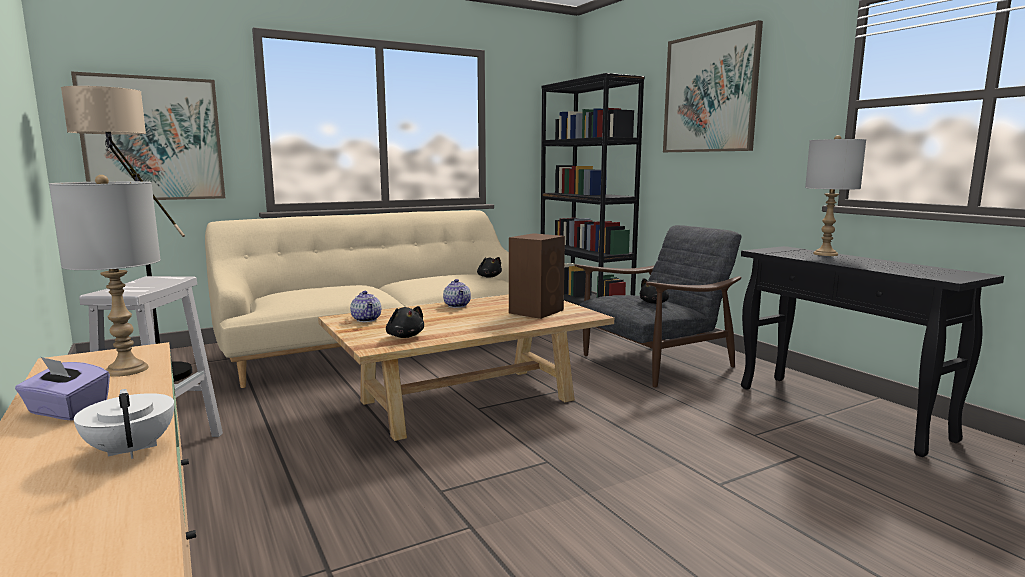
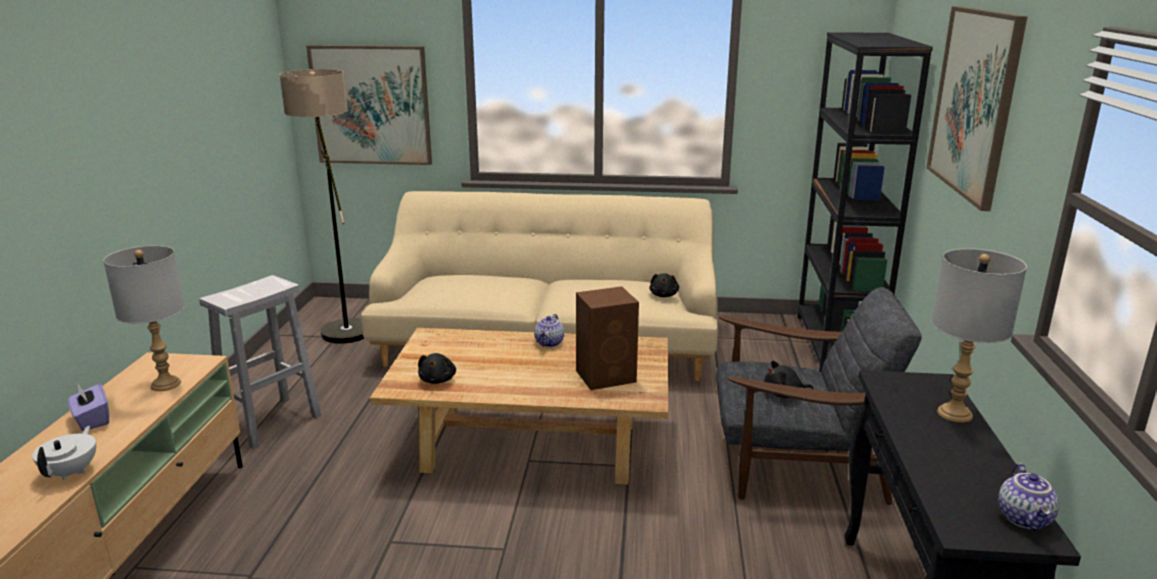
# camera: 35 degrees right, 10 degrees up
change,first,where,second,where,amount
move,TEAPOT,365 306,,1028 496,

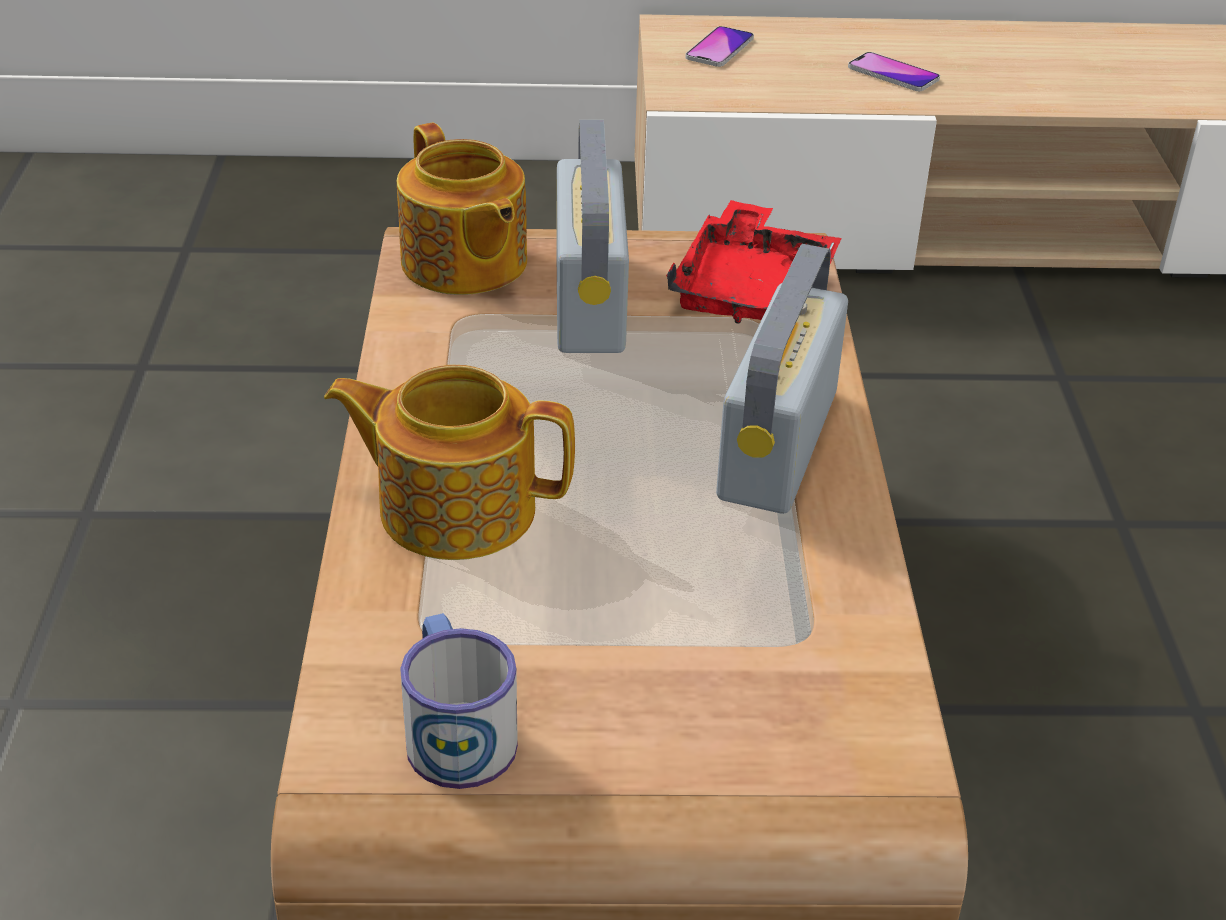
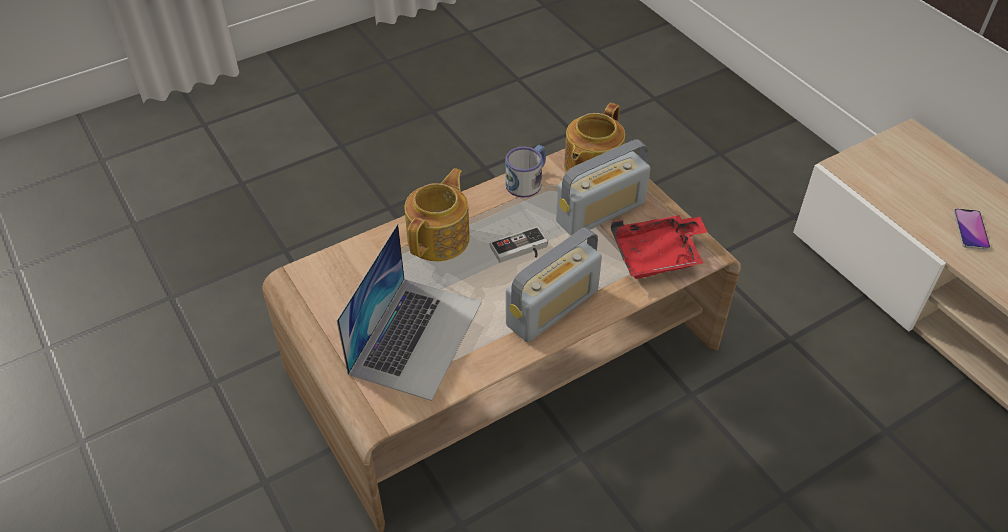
# camera: 60 degrees right, 10 degrees up
change,first,where,second,where,amount
delete,PHONE,719 46,,,
insert,,,LAPTOP,409 312,
insert,,,GAME CONTROLLER,519 244,
move,MUG,459 701,,526 171,
rotate,TEAPOT,449 462,,437 214,45 degrees clockwise
rotate,RADIO,782 379,,554 285,150 degrees clockwise

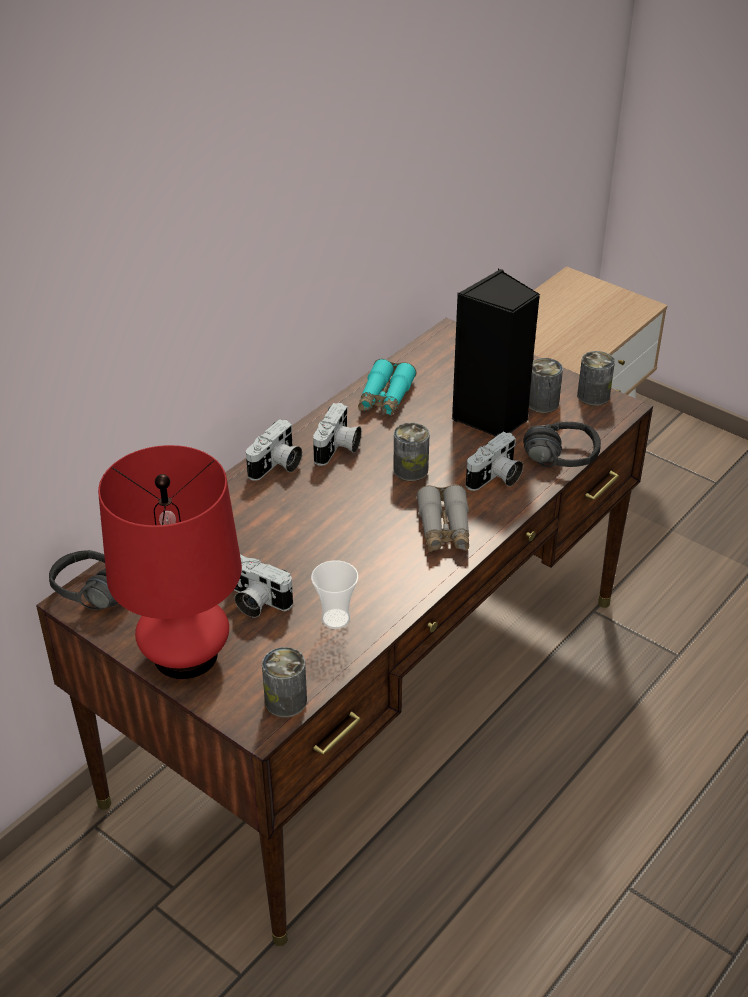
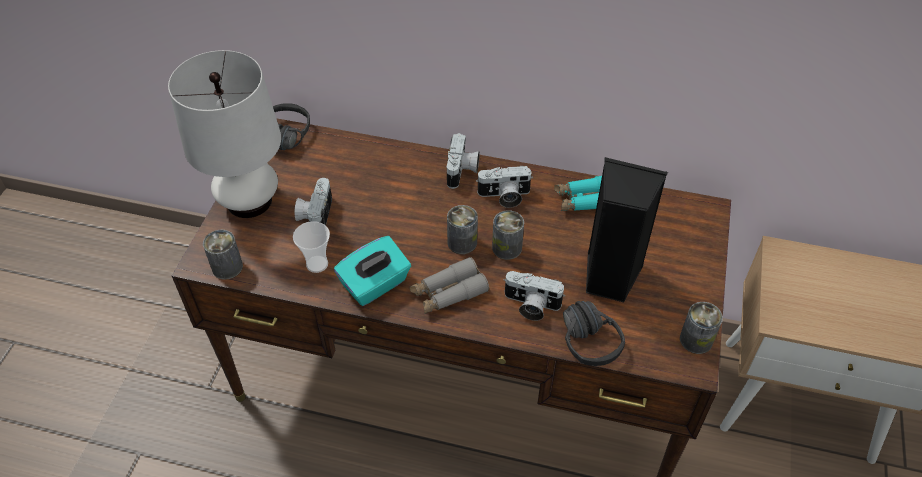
# camera: 65 degrees right, 10 degrees up
change,first,where,second,where,amount
insert,,,TURQUOISE TISSUE BOX,372 271,
move,CAN,546 385,,462 229,
recolor,RED TABLE LAMP,170 562,WHITE TABLE LAMP,224 134,
rotate,PHOTO CAMERA,274 450,,463 161,90 degrees counterclockwise

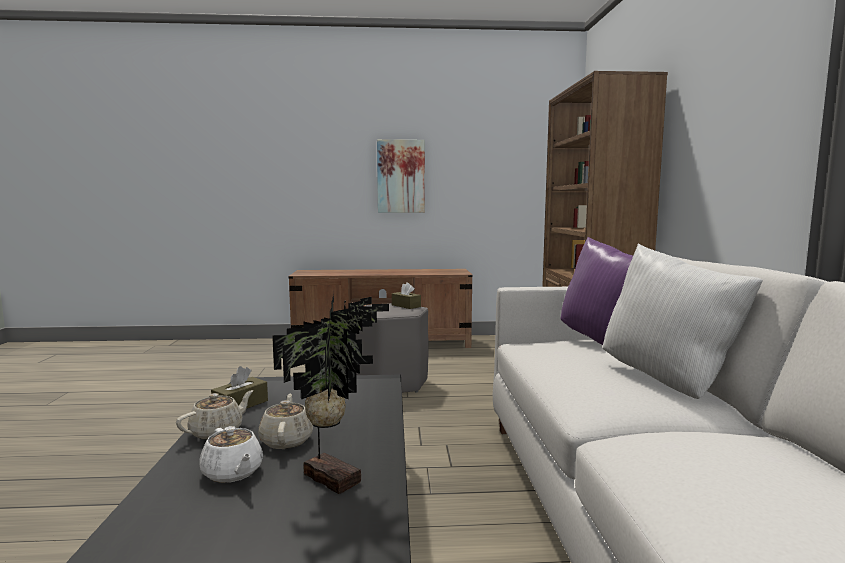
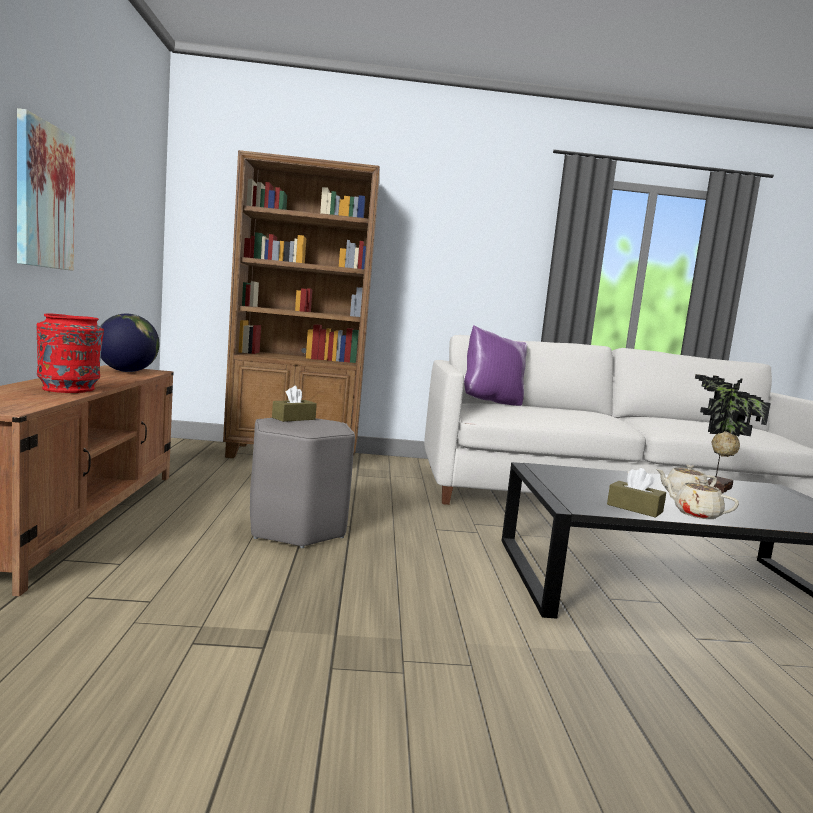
# camera: 90 degrees left, 0 degrees up
change,first,where,second,where,amount
delete,WHITE TEAPOT,231 454,,,
delete,WHITE PILLOW,683 321,,,
insert,,,RED VASE,70 353,
insert,,,GLOBE,130 342,

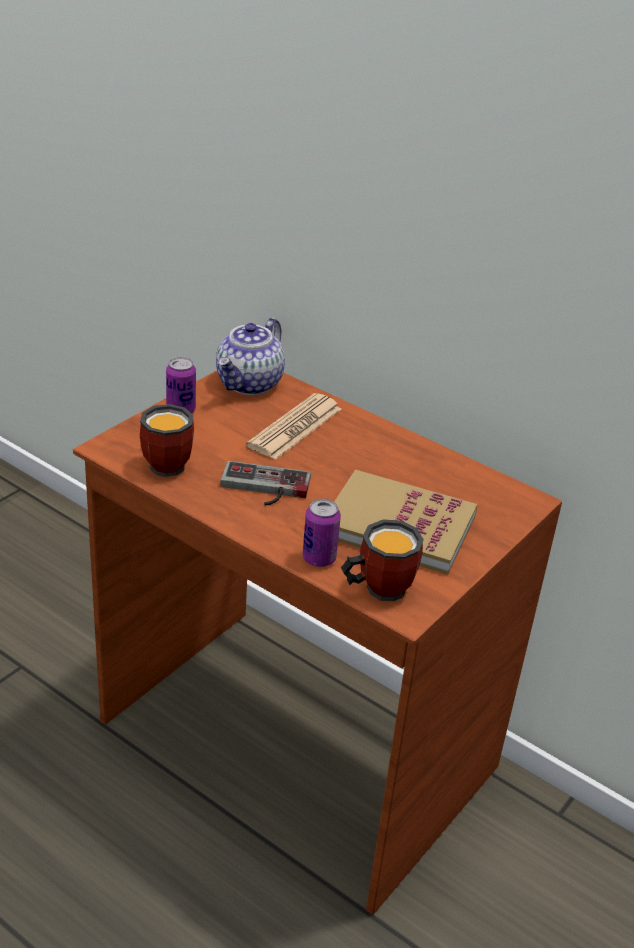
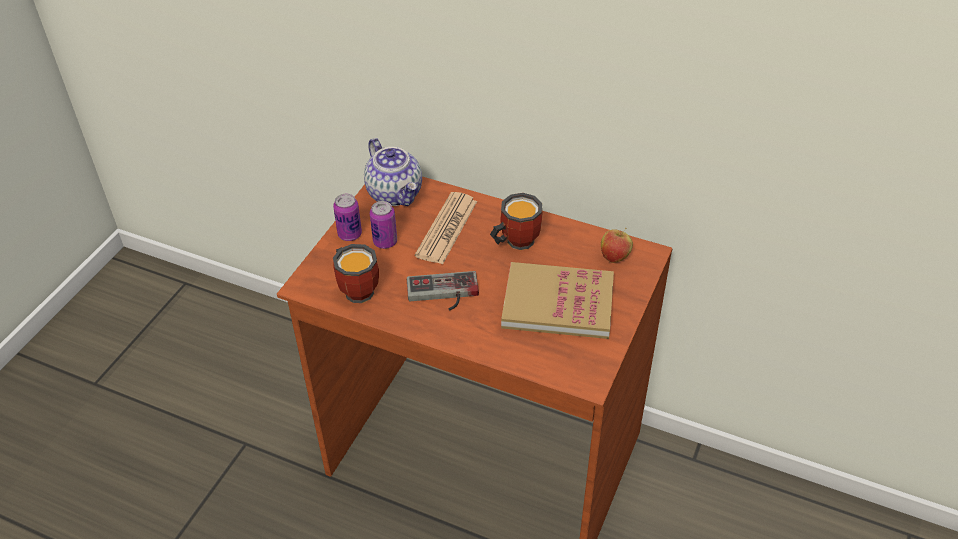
# camera: 10 degrees left, 10 degrees up
change,first,where,second,where,amount
insert,,,APPLE,617 245,
move,CAN,321 533,,383 225,
move,MUG,382 561,,516 221,
rotate,TEAPOT,250 356,,393 172,45 degrees counterclockwise

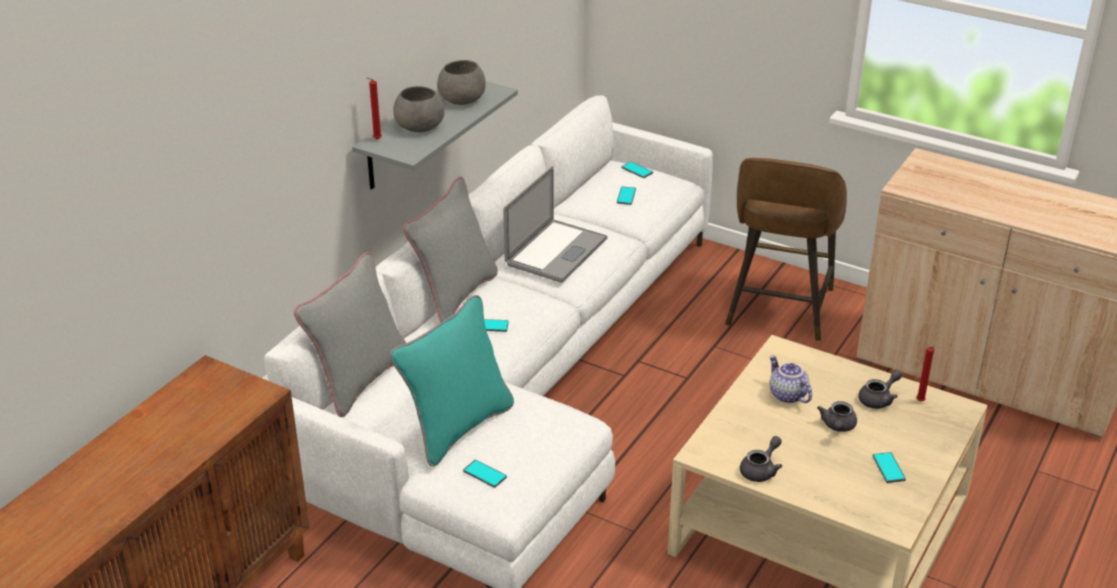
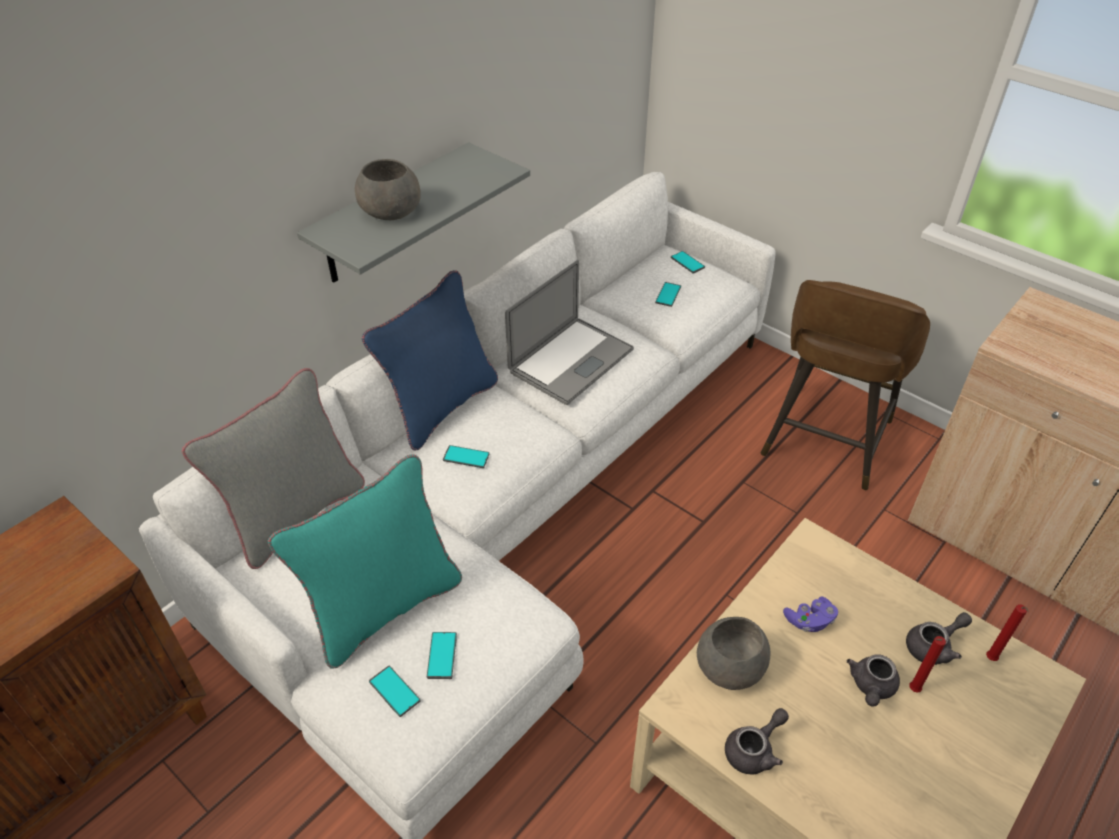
# camera: 10 degrees right, 10 degrees up
change,first,where,second,where,amount
move,RED CANDLE,374 108,,927 664,
move,GREY BOWL,461 82,,734 653,
move,PHONE,889 467,,442 655,
replace,TEAPOT,790 379,PURPLE GAME CONTROLLER,810 614,
recolor,GREY PILLOW,450 249,BLUE PILLOW,430 360,

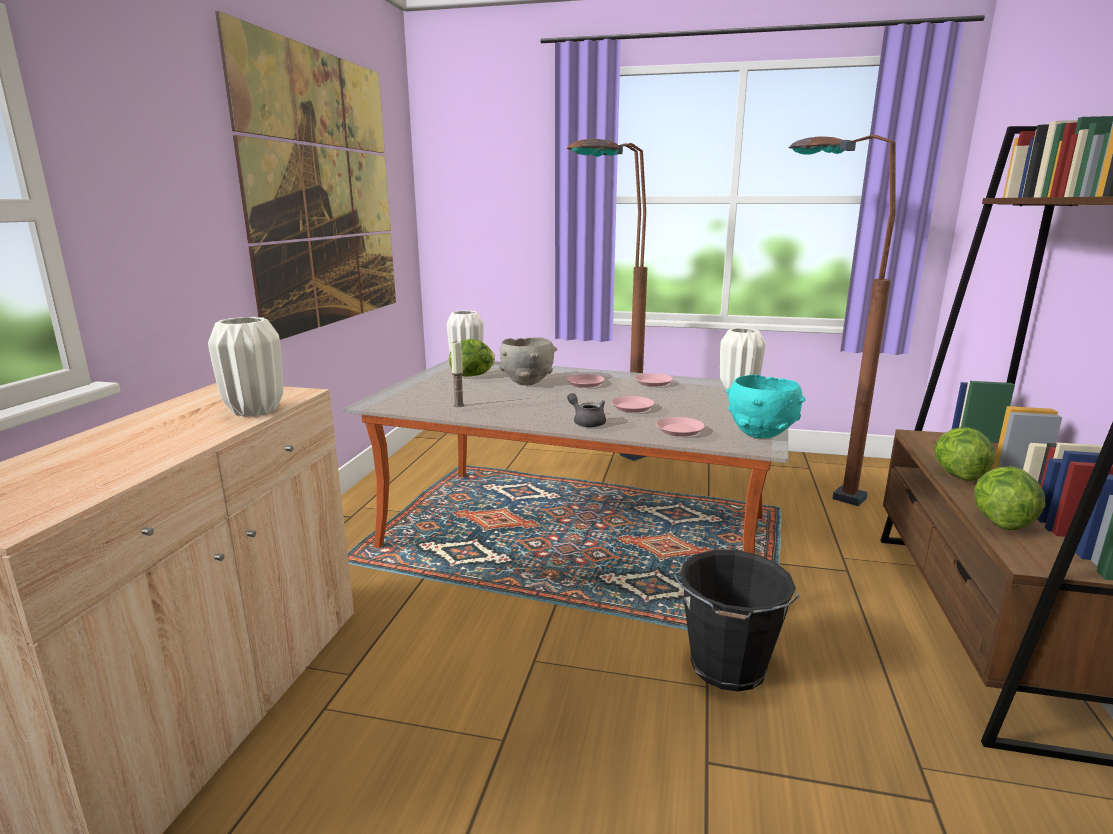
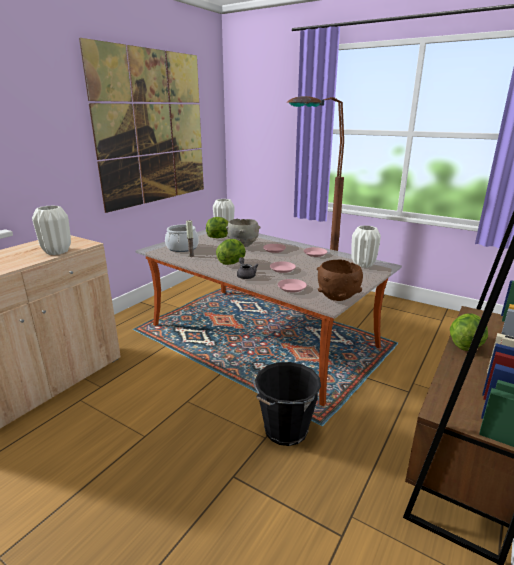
# camera: 20 degrees right, 5 degrees up
change,first,where,second,where,amount
delete,BROWN FLOOR LAMP,842 320,,,
insert,,,COOKING POT,182 237,
move,LETTUCE,1009 498,,231 252,
recolor,TURQUOISE BOWL,765 406,BROWN BOWL,340 280,

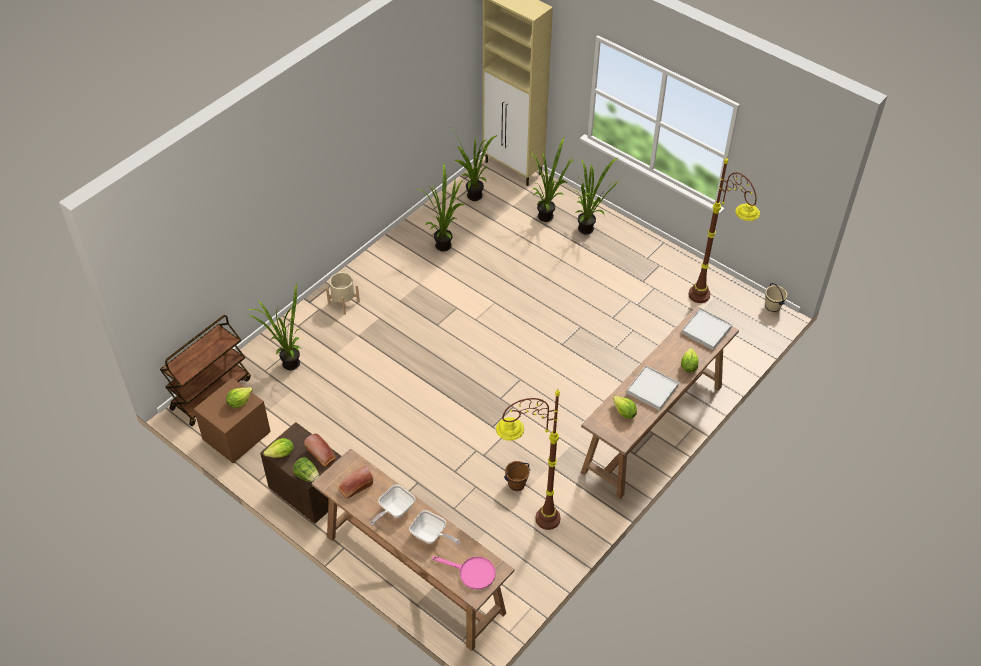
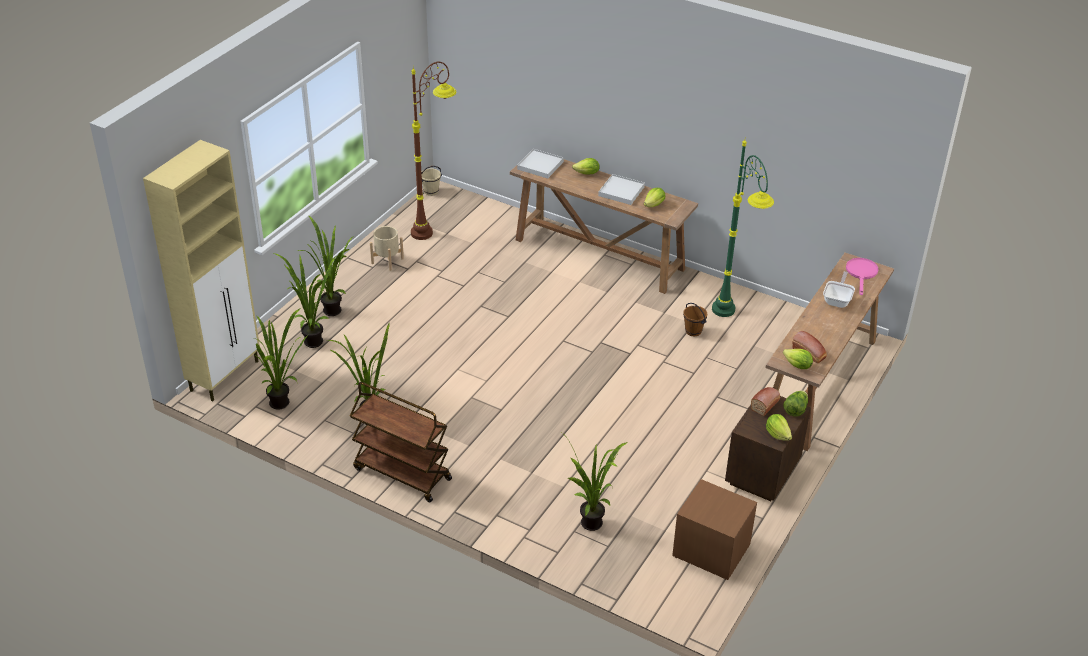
# camera: 100 degrees left, 10 degrees down
change,first,where,second,where,amount
delete,FRYING PAN,392 505,,,
move,BROWN CART,205 370,,401 442,
move,LETTUCE,239 397,,798 359,
move,BEIGE PLANTER,343 293,,387 248,
recolor,BROWN FLOOR LAMP,528 460,GREEN FLOOR LAMP,743 227,

